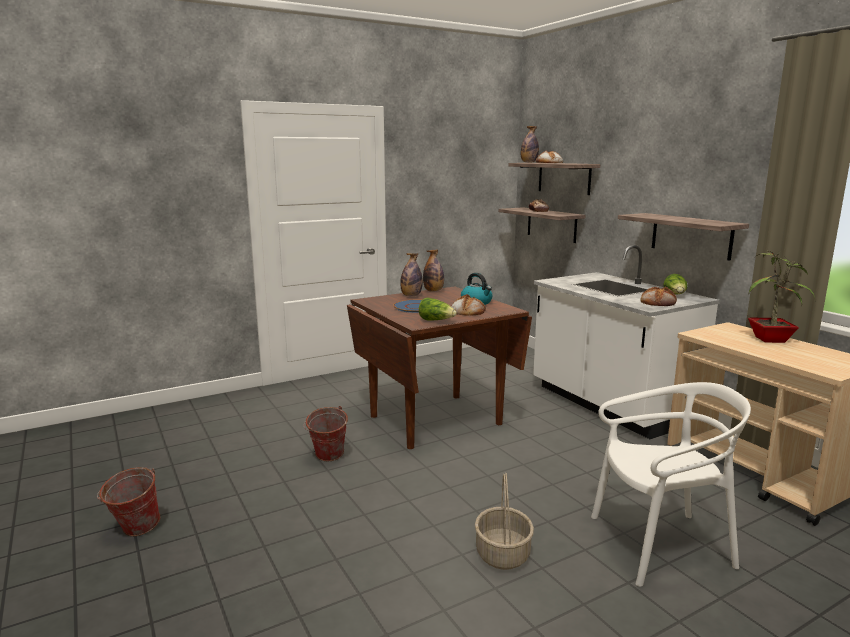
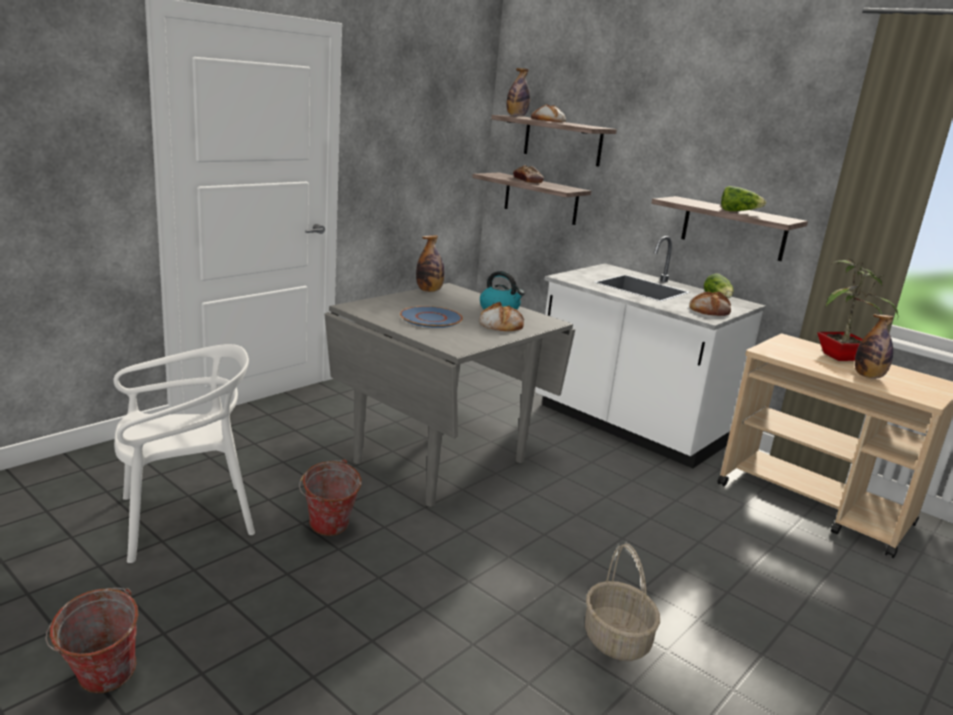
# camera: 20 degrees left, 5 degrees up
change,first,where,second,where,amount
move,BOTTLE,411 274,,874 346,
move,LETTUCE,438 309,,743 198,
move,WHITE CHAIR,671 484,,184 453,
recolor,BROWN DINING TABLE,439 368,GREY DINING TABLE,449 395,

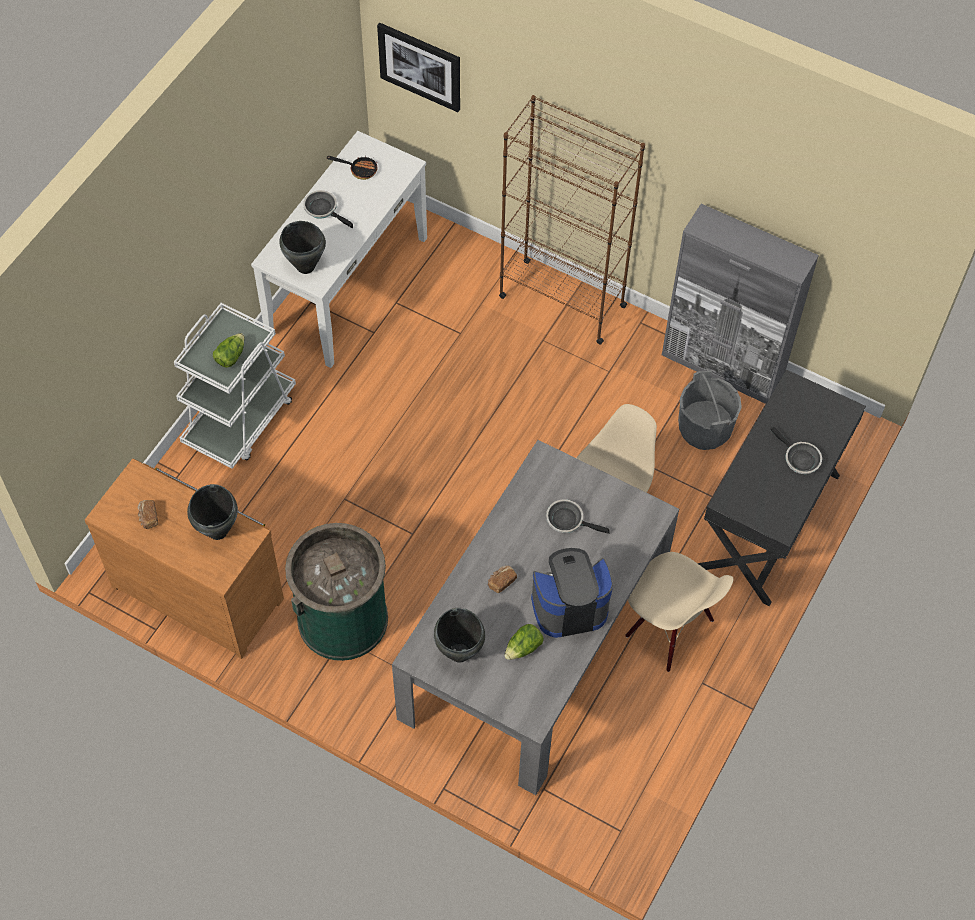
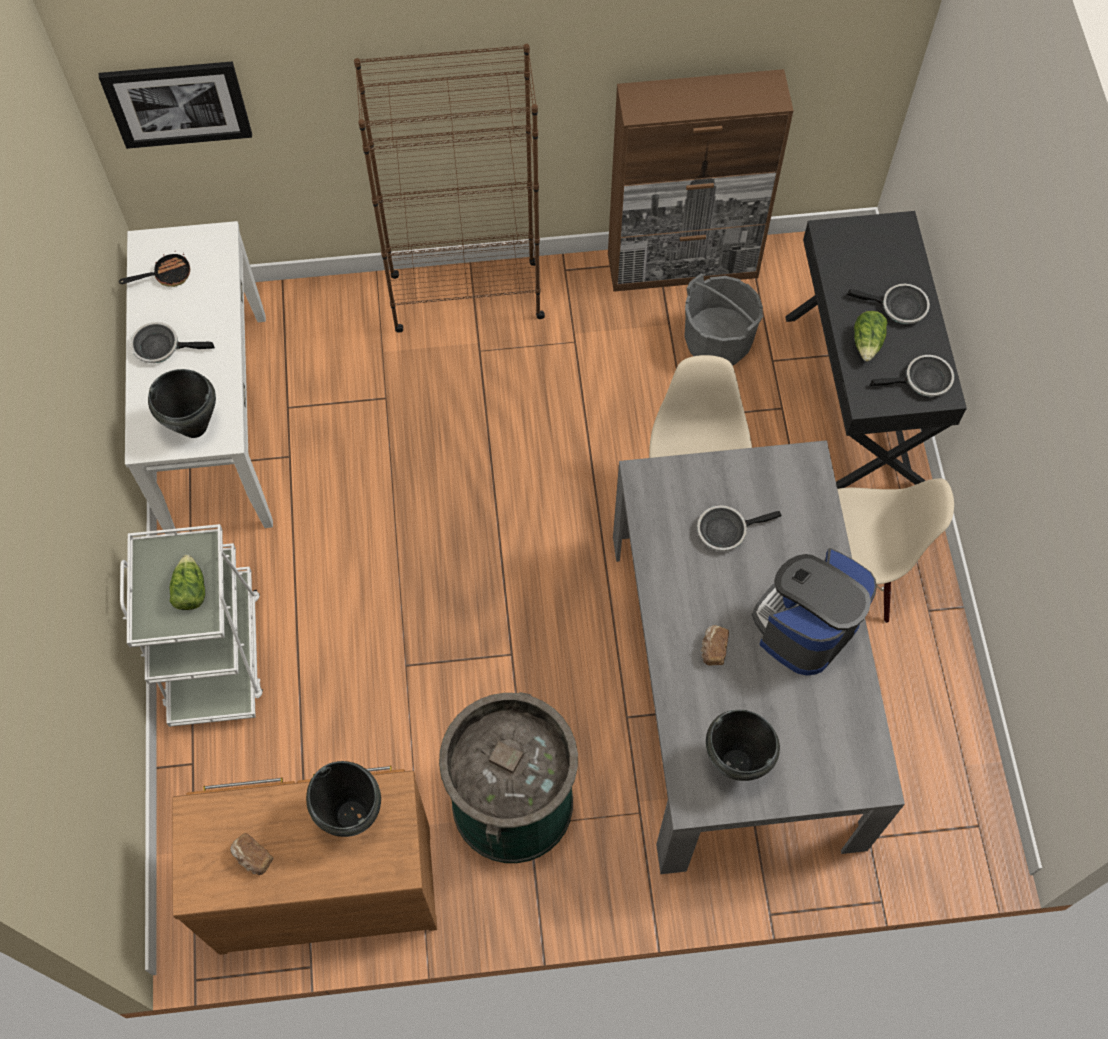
# camera: 35 degrees left, 5 degrees up
change,first,where,second,where,amount
insert,,,FRYING PAN,912 376,
move,LETTUCE,524 642,,871 336,
recolor,GREY CABINET,740 304,BROWN CABINET,701 180,

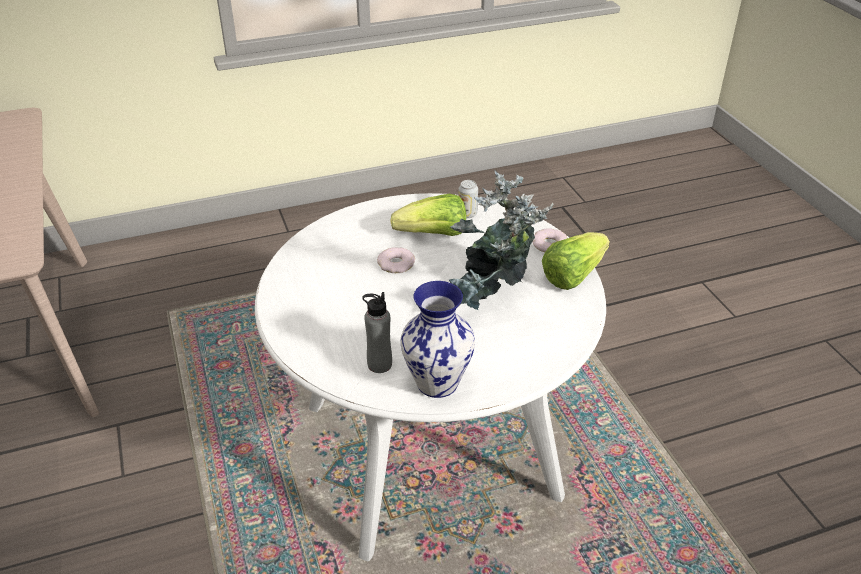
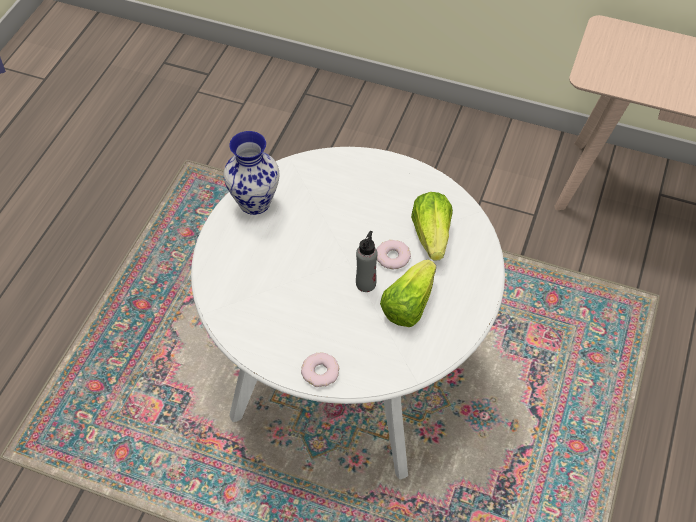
# camera: 130 degrees right, 15 degrees up
change,first,where,second,where,amount
delete,POTTED PLANT,501 240,,,
delete,CAN,468 199,,,
move,GREY BOTTLE,377 332,,366 261,
move,LETTUCE,576 261,,432 226,

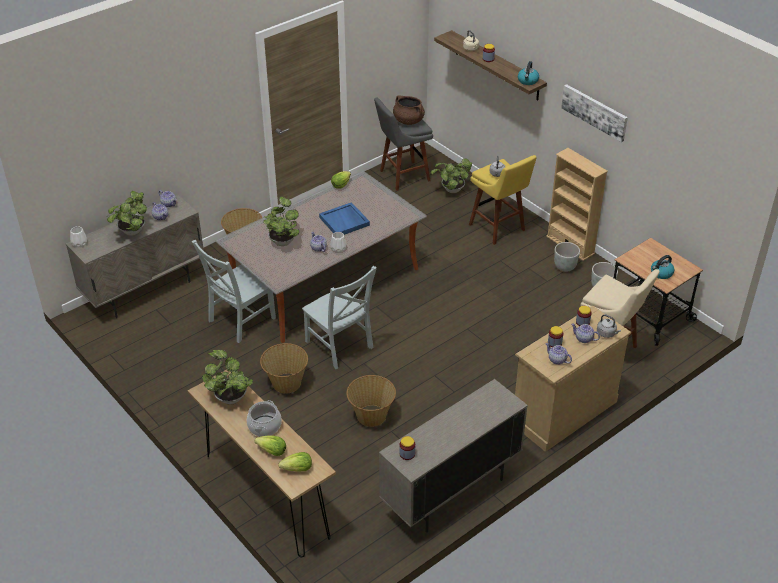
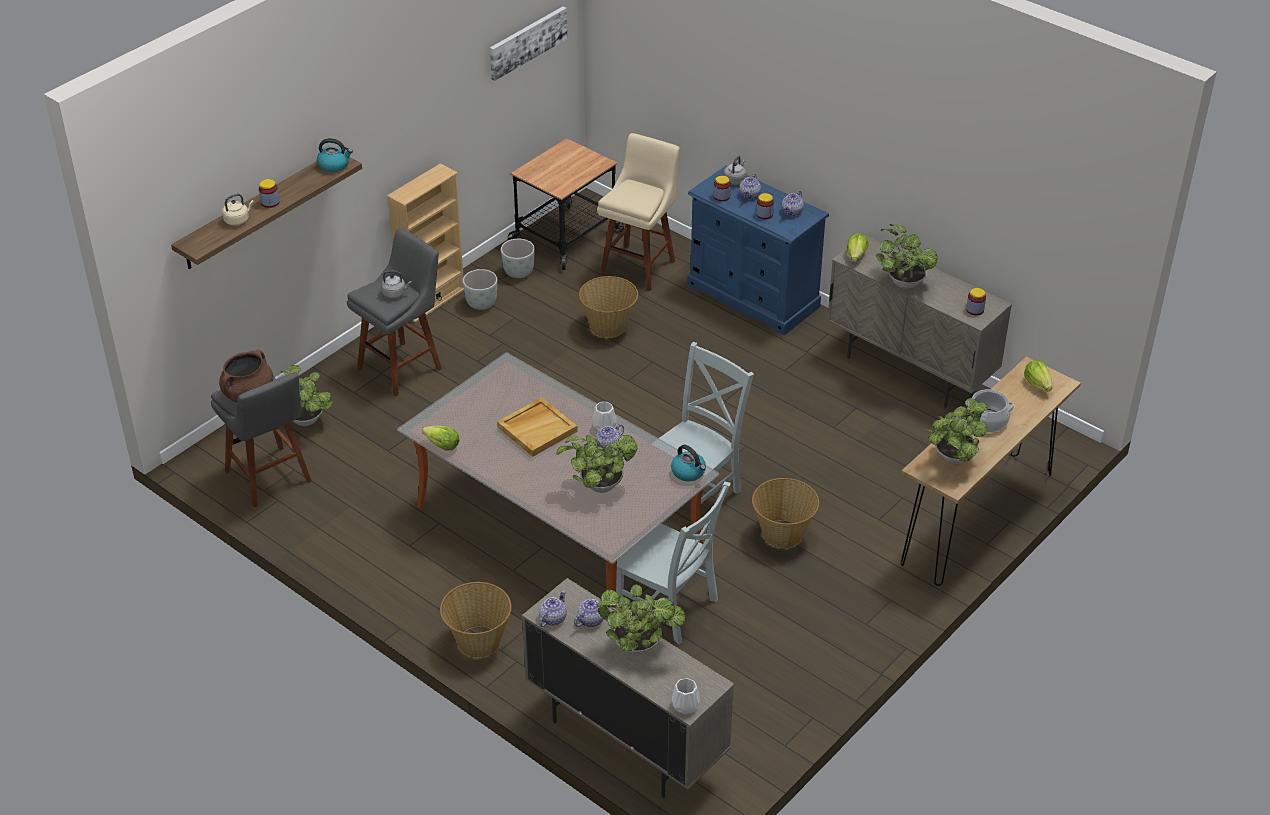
# camera: 100 degrees left, 0 degrees up
change,first,where,second,where,amount
insert,,,POTTED PLANT,907 256,
move,LETTUCE,270 446,,857 247,
move,BASKET,371 401,,608 307,
move,PICTURE,594 113,,528 43,
move,KETTLE,662 267,,688 463,
recolor,BLUE TRAY,344 218,BEIGE TRAY,537 427,
recolor,YELLOW STOOL,503 200,GREY STOOL,394 312,
recolor,BEIGE DRESSER,573 379,BLUE DRESSER,758 250,

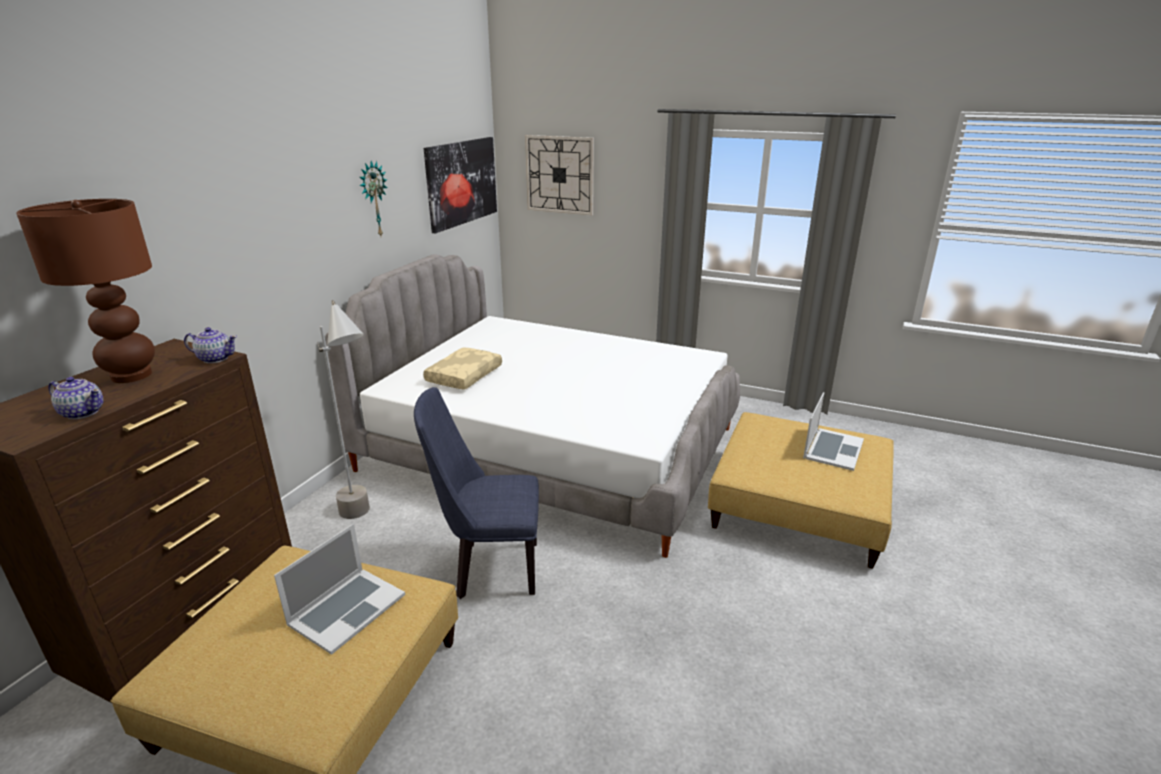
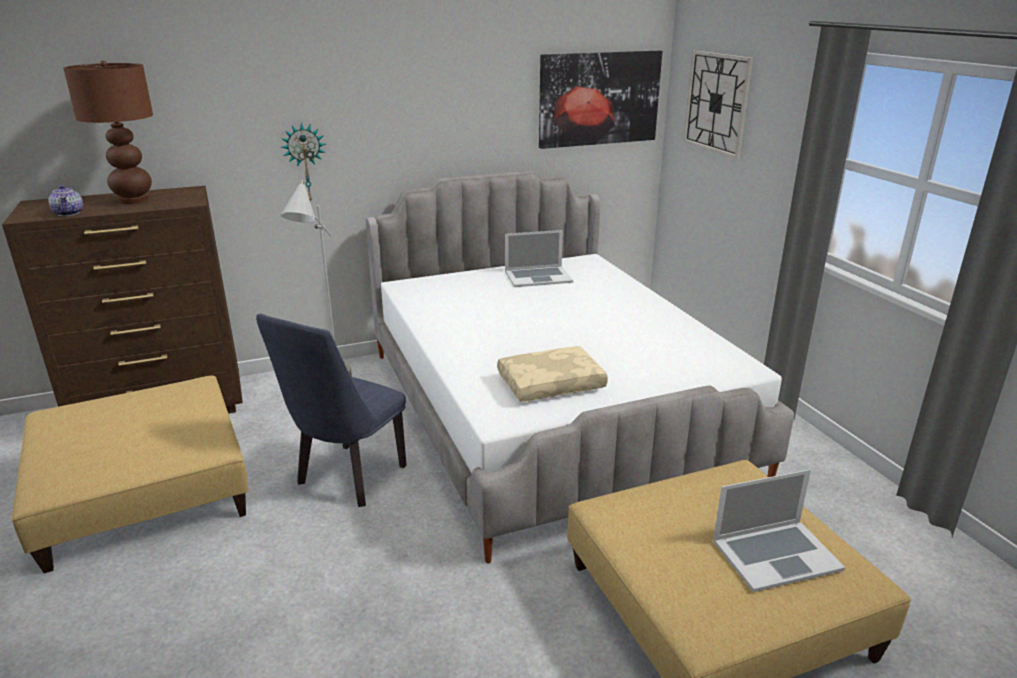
# camera: 45 degrees right, 0 degrees up
change,first,where,second,where,amount
delete,TEAPOT,210 345,,,
move,LAPTOP,339 589,,539 258,
move,WALL CLOCK,373 198,,303 163,
move,BEIGE PILLOW,462 368,,552 374,
rotate,BLUE CHAIR,476 493,,331 410,105 degrees counterclockwise

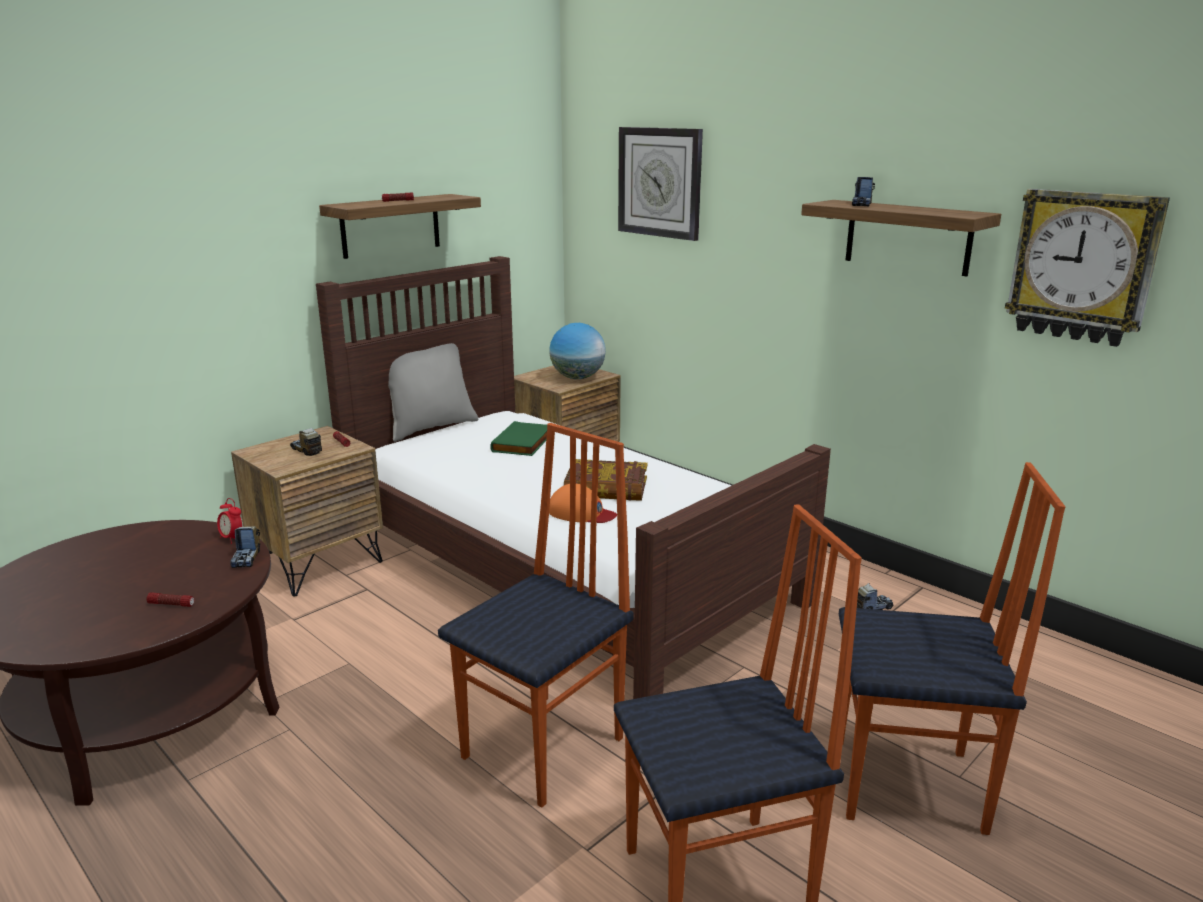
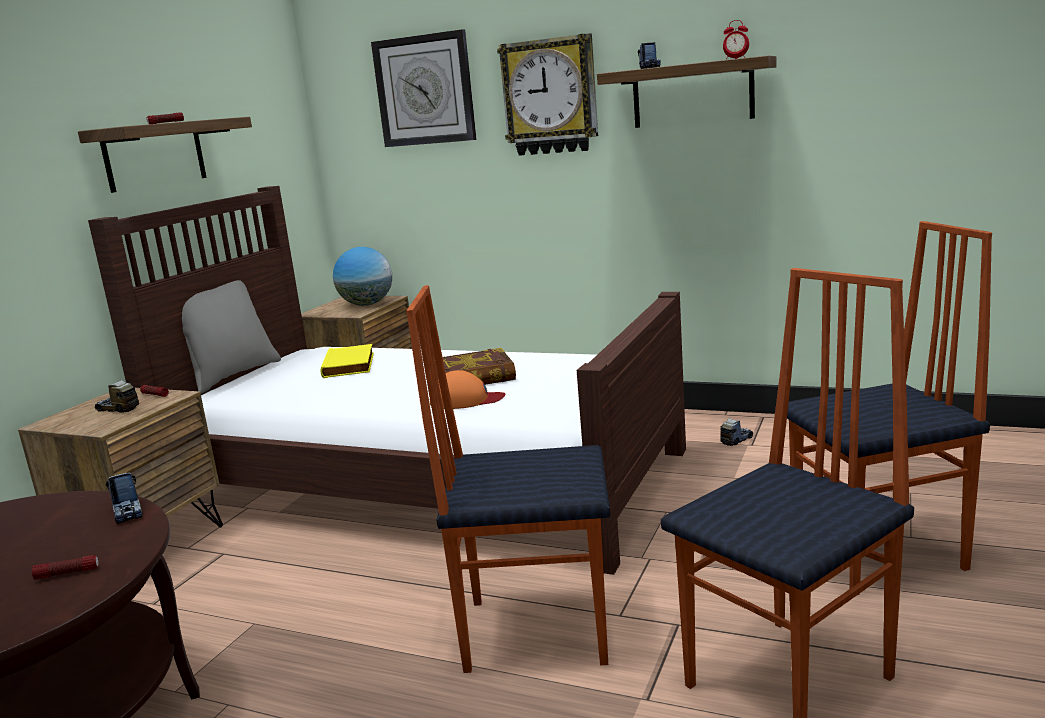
# camera: 20 degrees left, 5 degrees down
change,first,where,second,where,amount
move,ALARM CLOCK,229 521,,736 39,
move,WALL CLOCK,1087 268,,547 94,
recolor,GREEN BOOK,518 438,YELLOW BOOK,347 361,
rotate,CHAIR,536 615,,508 479,105 degrees counterclockwise

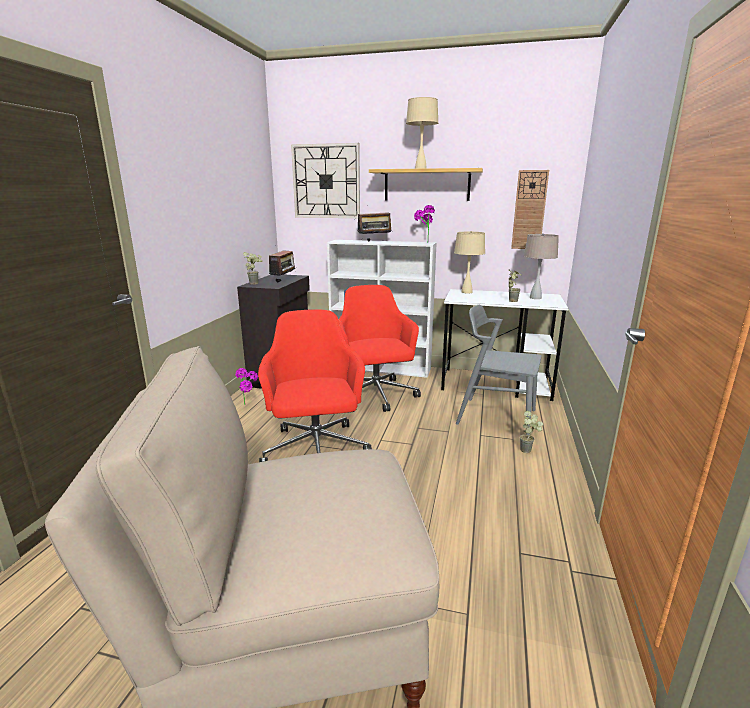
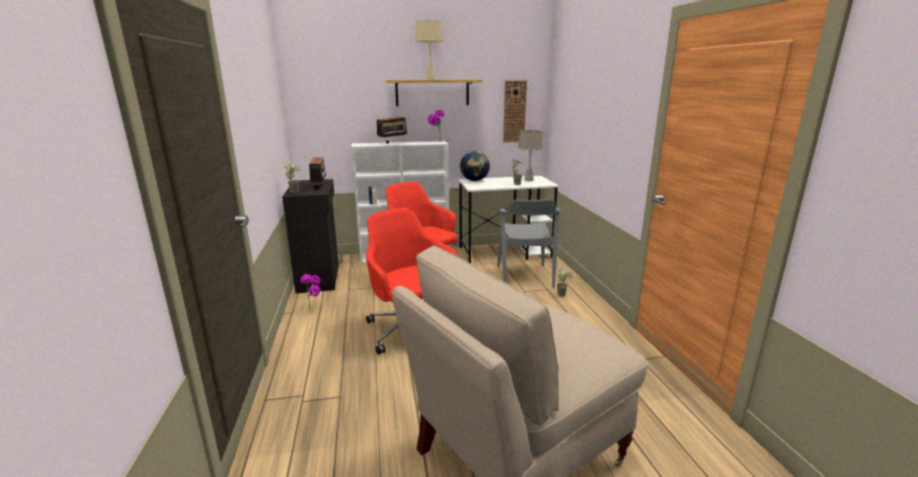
# camera: 25 degrees left, 0 degrees up
change,first,where,second,where,amount
delete,WALL CLOCK,325 180,,,
replace,BEIGE TABLE LAMP,469 262,GLOBE,475 166,
rotate,GREY CHAIR,498 370,,528 243,90 degrees counterclockwise

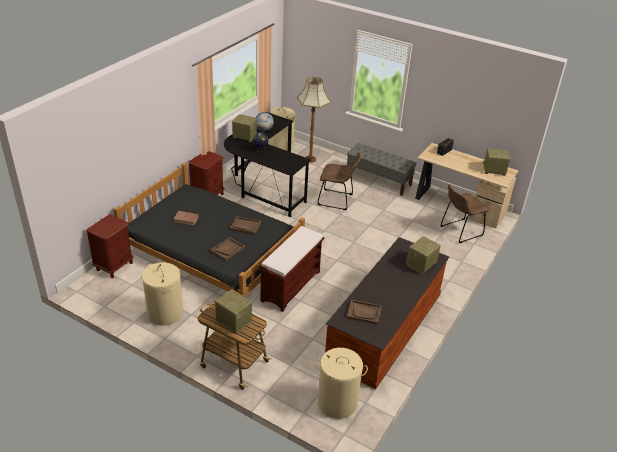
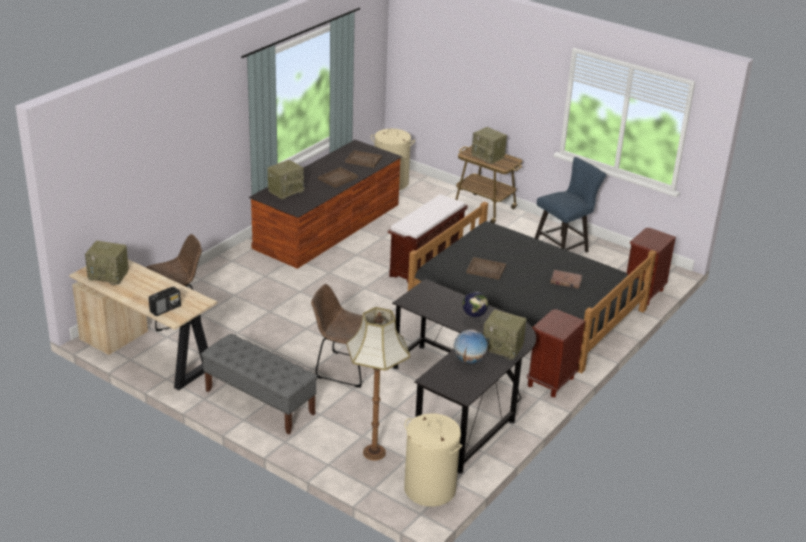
# camera: 175 degrees left, 5 degrees down
change,first,where,second,where,amount
move,BROWN TRAY,227 249,,338 177,
replace,BEIGE LAUNDRY BASKET,162 294,BLUE CHAIR,570 205,

